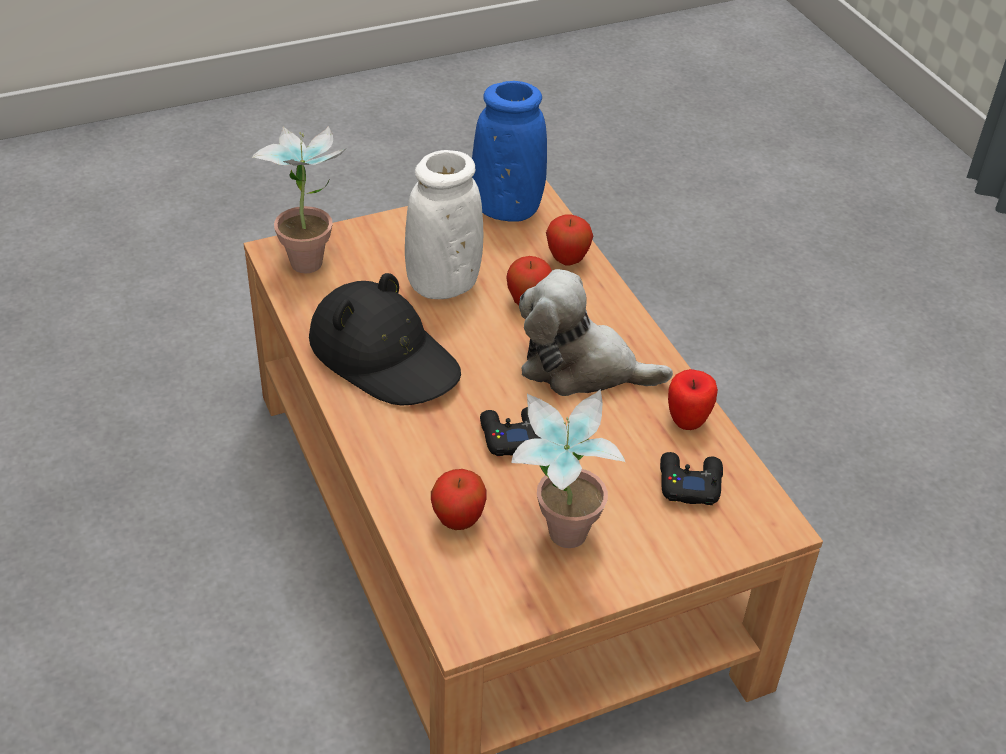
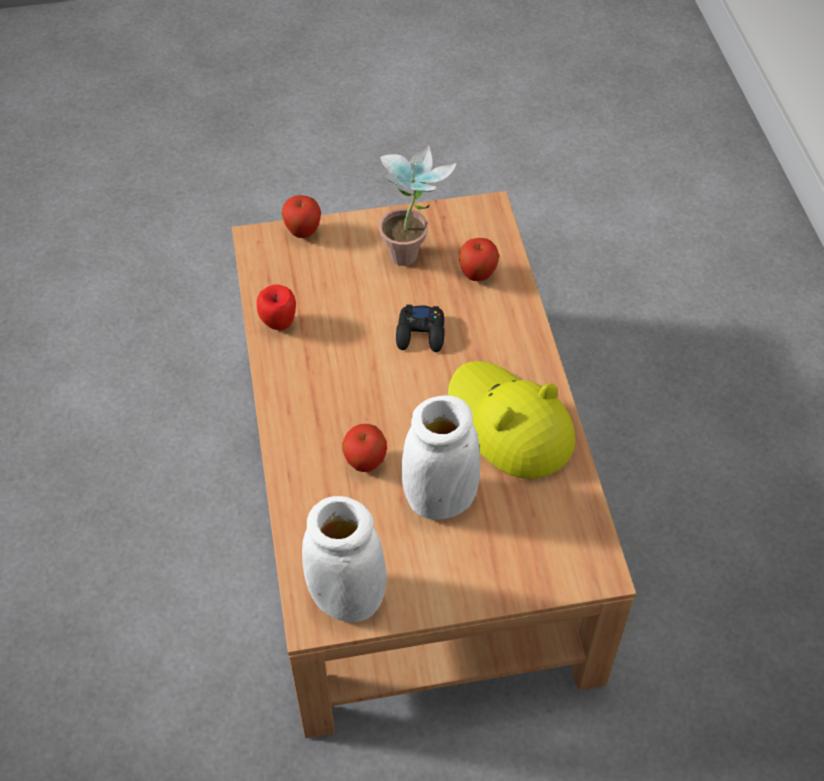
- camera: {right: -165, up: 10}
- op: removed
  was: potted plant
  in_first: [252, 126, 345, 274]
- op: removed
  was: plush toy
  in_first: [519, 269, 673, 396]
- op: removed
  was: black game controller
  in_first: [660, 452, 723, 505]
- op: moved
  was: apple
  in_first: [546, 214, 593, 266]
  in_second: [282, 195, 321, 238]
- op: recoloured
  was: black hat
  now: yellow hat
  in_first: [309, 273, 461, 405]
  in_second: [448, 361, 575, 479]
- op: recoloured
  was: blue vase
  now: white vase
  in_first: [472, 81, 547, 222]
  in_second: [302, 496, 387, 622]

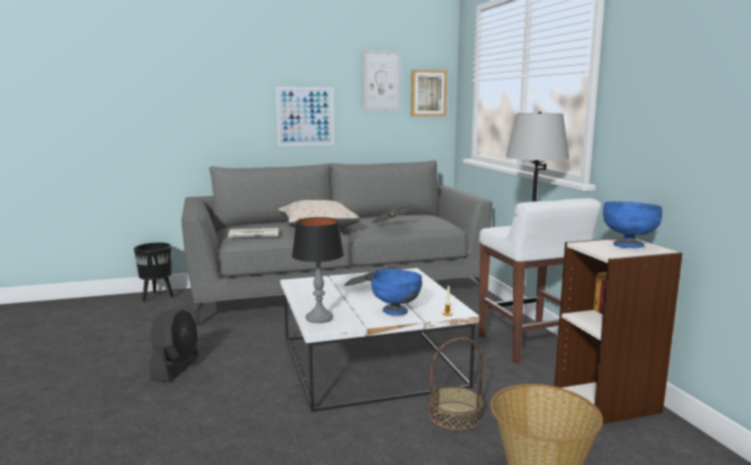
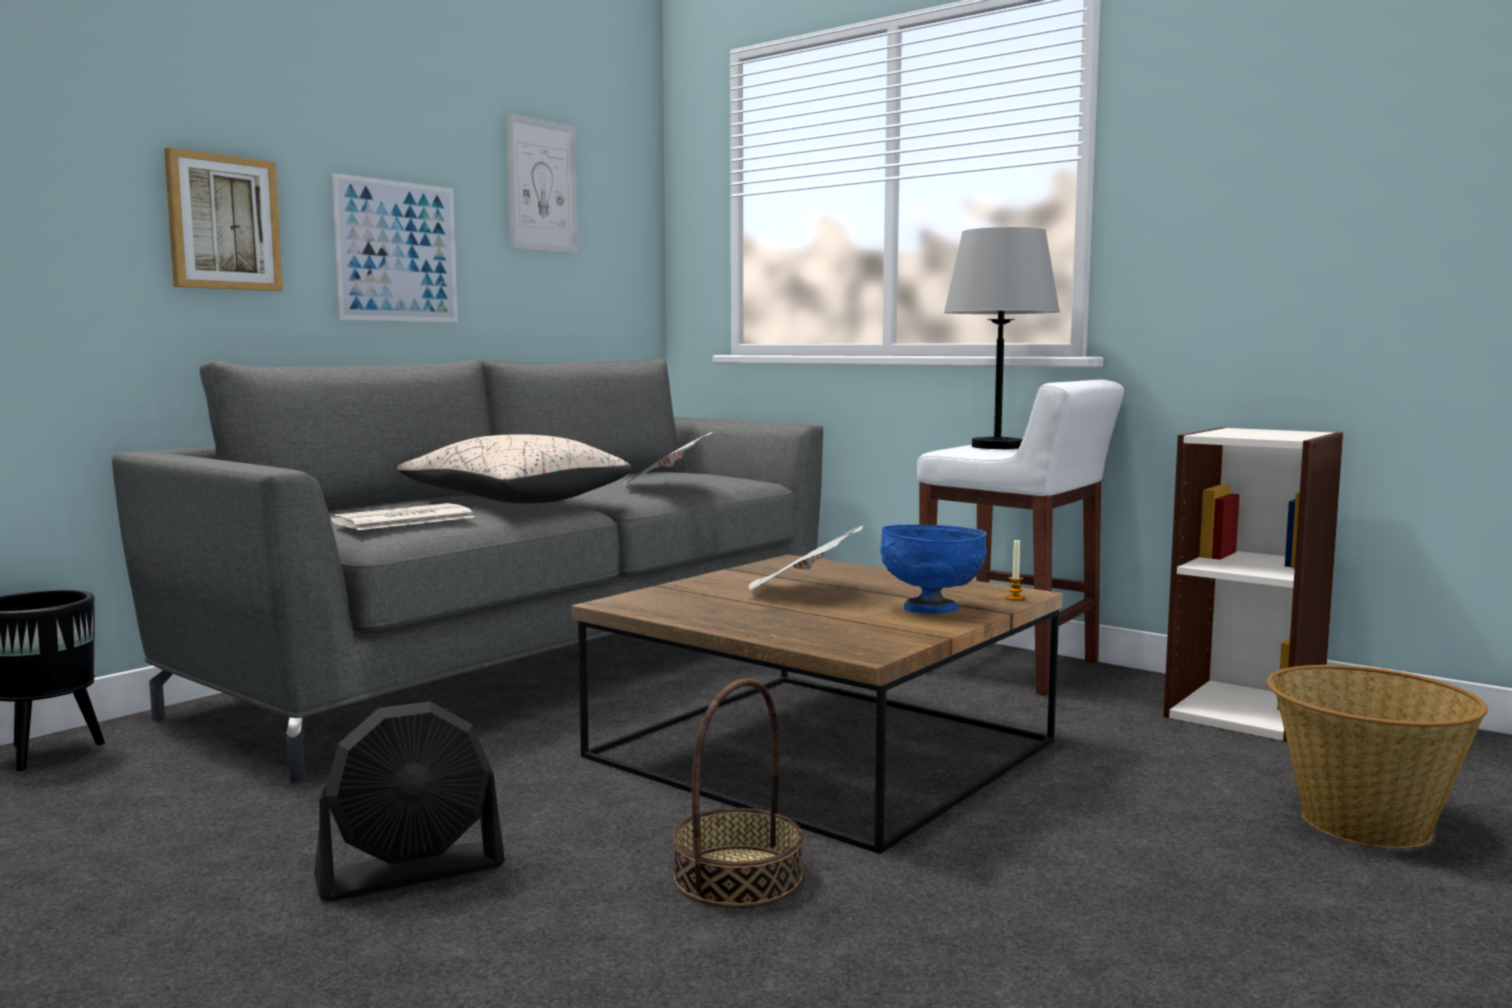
- camera: {right: -35, up: -5}
- op: removed
  was: table lamp
  in_first: [292, 217, 344, 323]
- op: removed
  was: blue bowl
  in_first: [603, 201, 663, 248]
- op: moved
  was: picture
  in_first: [411, 70, 447, 116]
  in_second: [164, 148, 283, 291]
- op: moved
  was: basket
  in_first: [429, 338, 483, 431]
  in_second: [673, 679, 803, 908]
- op: recoloured
  was: white coffee table
  now: brown coffee table
  in_first: [280, 268, 479, 412]
  in_second: [572, 554, 1063, 854]
- op: turned
  was: black fan
  in_first: [150, 307, 198, 382]
  in_second: [314, 701, 505, 902]
  clockwise: 90

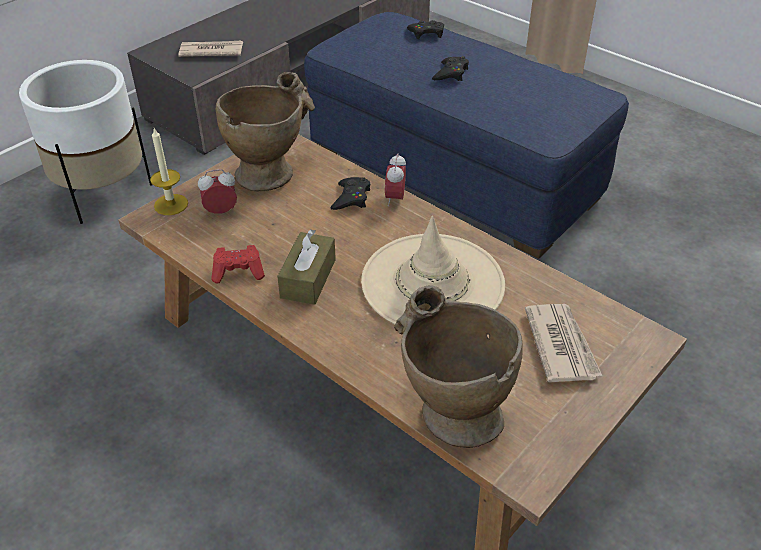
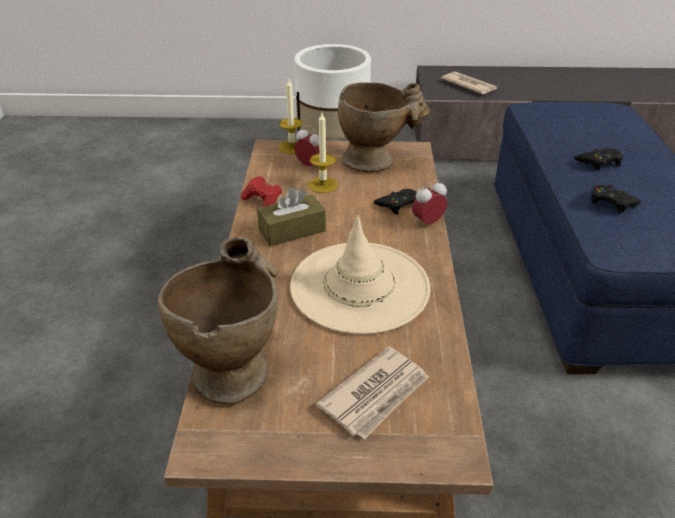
- camera: {right: 50, up: -5}
- op: added
  now: candle
  in_second: [308, 113, 338, 193]
- op: moved
  was: black game controller
  in_first: [407, 20, 444, 40]
  in_second: [591, 185, 641, 214]

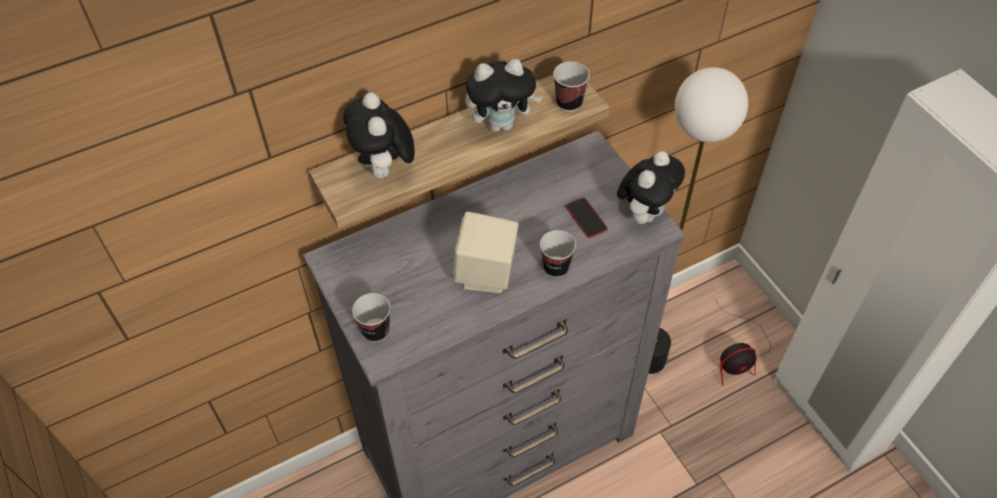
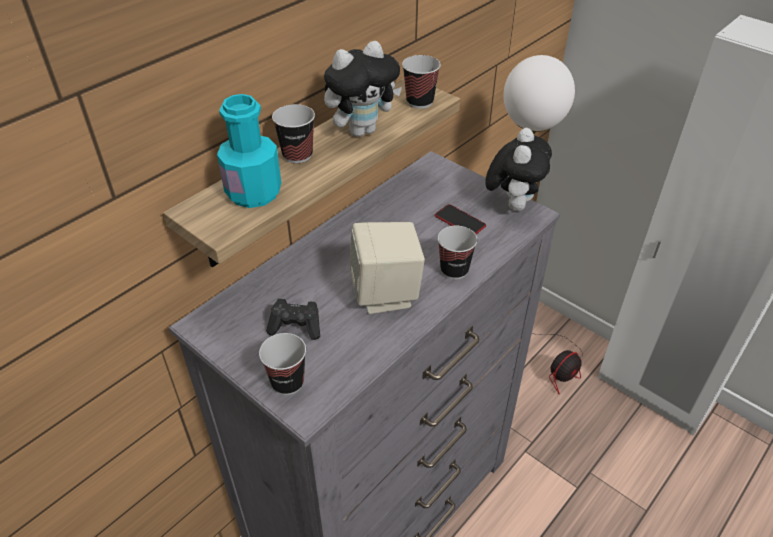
- camera: {right: -20, up: -10}
- op: added
  now: black game controller
  in_second: [266, 299, 320, 340]
- op: added
  now: cup
  in_second: [272, 104, 315, 163]
- op: replaced
  was: plush toy
  now: turquoise bottle
  in_first: [343, 93, 415, 181]
  in_second: [217, 94, 281, 208]

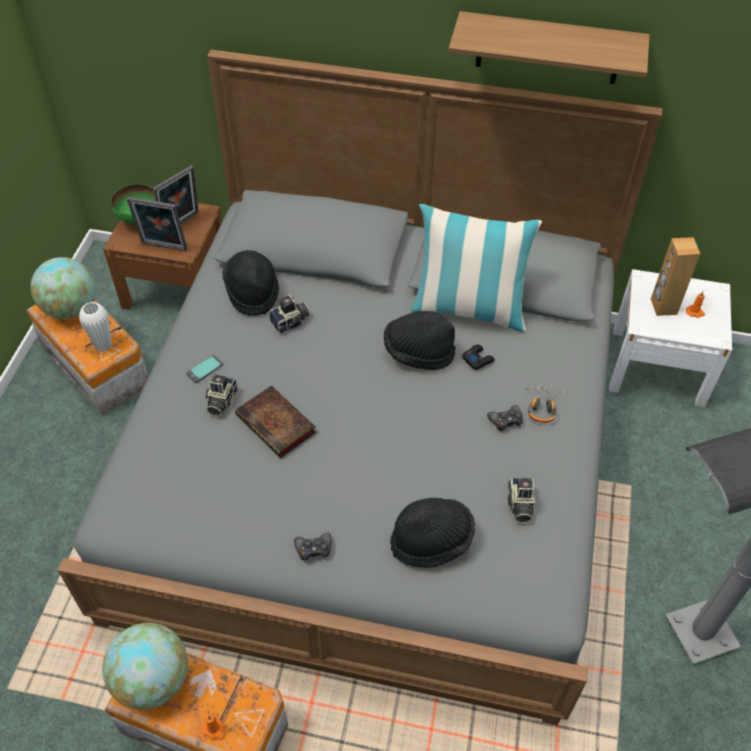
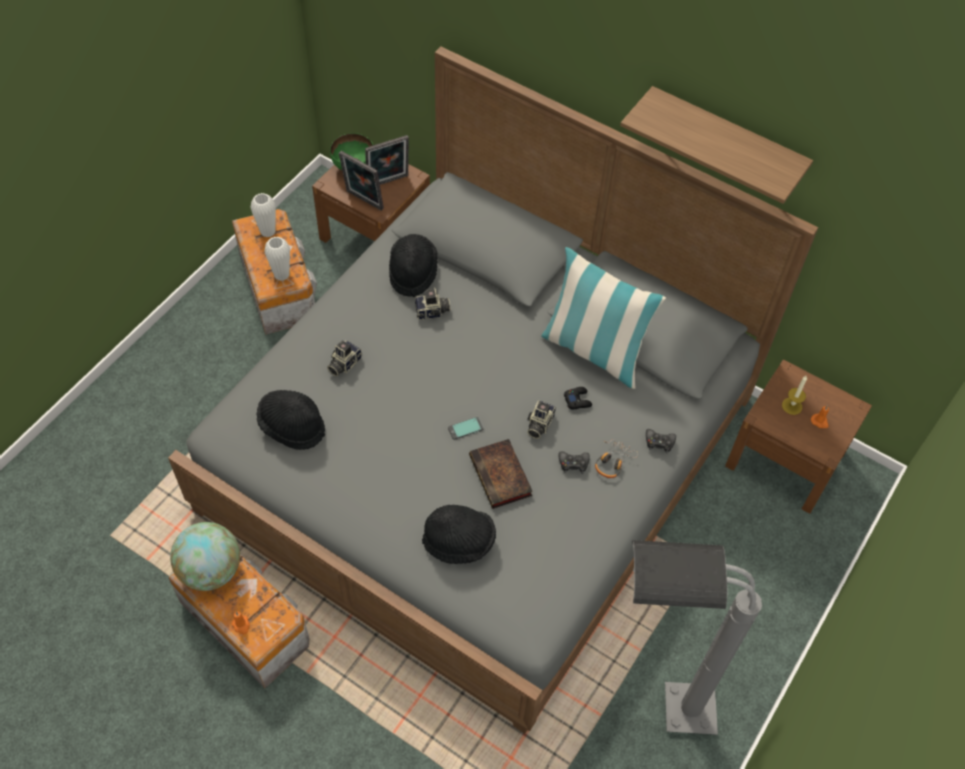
- camera: {right: 20, up: 5}
- op: moved
  was: phone
  in_first: [186, 355, 223, 383]
  in_second: [448, 417, 483, 440]
- op: moved
  was: book
  in_first: [235, 385, 316, 458]
  in_second: [469, 439, 533, 509]
- op: moved
  was: black game controller
  in_first: [294, 533, 332, 563]
  in_second: [646, 429, 676, 453]
- op: moved
  was: black hat
  in_first: [384, 311, 456, 370]
  in_second: [256, 390, 325, 450]
- op: moved
  was: photo camera
  in_first: [508, 478, 535, 523]
  in_second: [527, 400, 556, 439]
- op: replaced
  was: globe
  now: white vase
  in_first: [31, 257, 95, 319]
  in_second: [251, 193, 276, 237]
- op: replaced
  was: brown speaker
  now: candle
  in_first: [651, 237, 700, 316]
  in_second: [782, 376, 807, 415]
- op: recoloured
  was: white nightstand
  now: brown nightstand
  in_first: [609, 269, 732, 407]
  in_second: [725, 359, 872, 514]

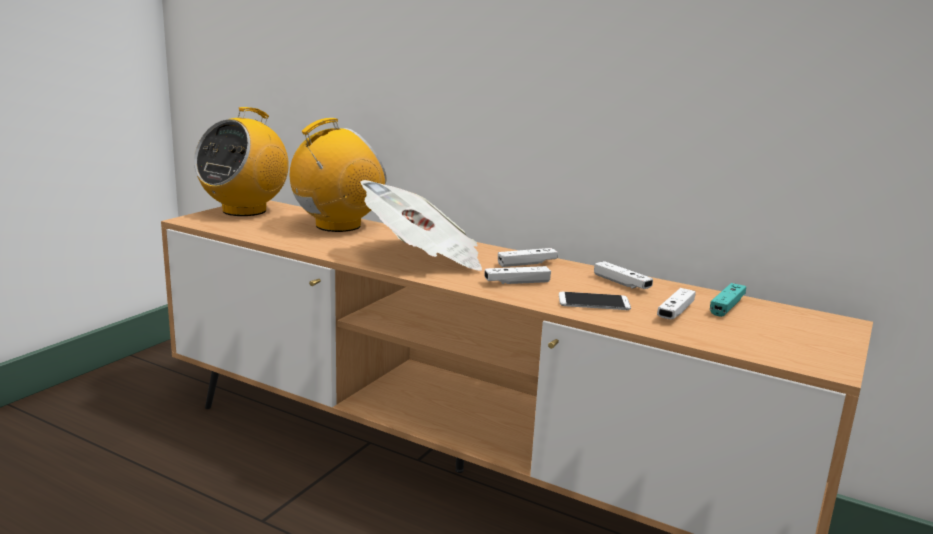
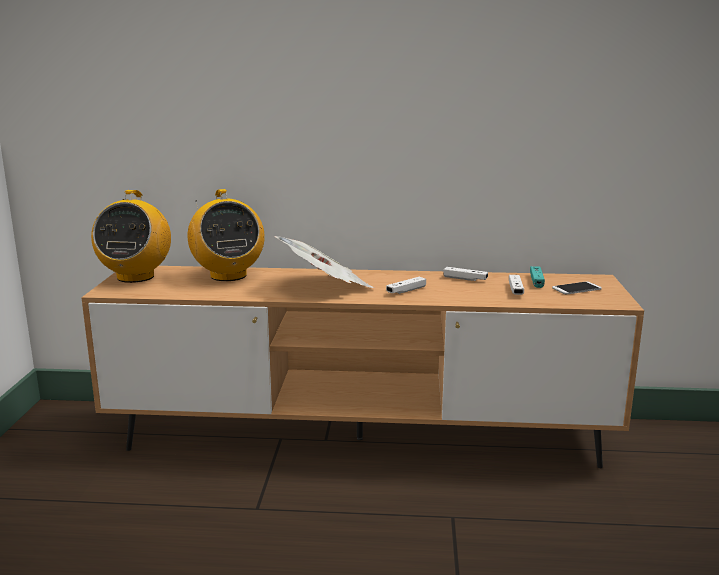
- camera: {right: -25, up: 0}
- op: removed
  was: white game controller
  in_first: [498, 248, 558, 267]
- op: moved
  was: phone
  in_first: [559, 292, 631, 310]
  in_second: [552, 281, 602, 294]
- op: turned
  was: radio
  in_first: [290, 118, 386, 232]
  in_second: [188, 189, 265, 281]
  clockwise: 135

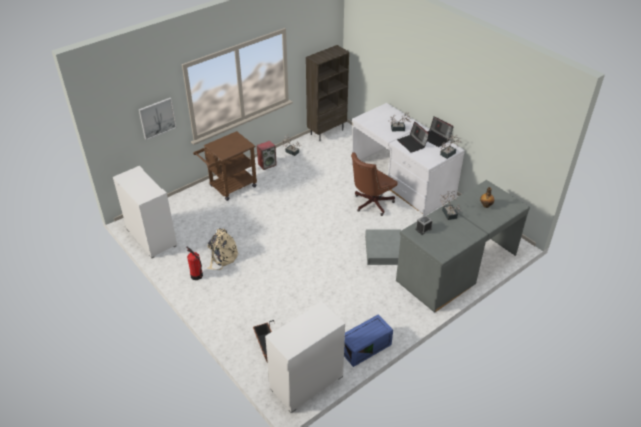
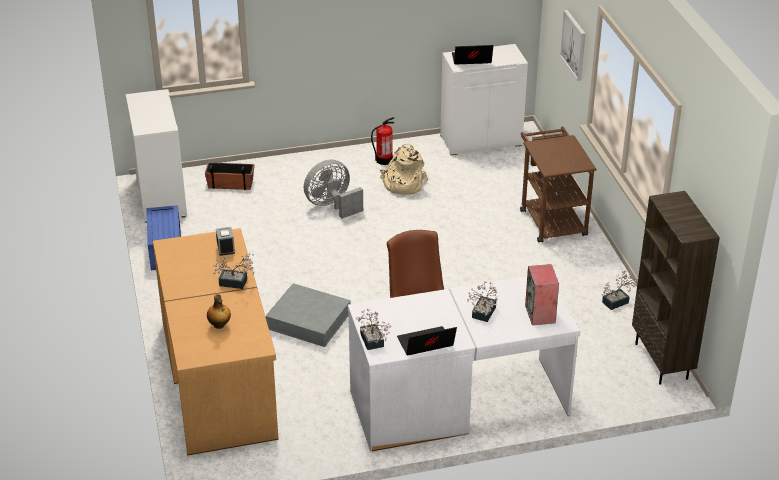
- camera: {right: 115, up: -5}
- op: added
  now: grey fan
  in_second: [304, 159, 363, 219]
- op: moved
  was: speaker
  in_first: [257, 140, 277, 170]
  in_second: [525, 264, 559, 325]
- op: moved
  was: laptop
  in_first: [397, 121, 429, 153]
  in_second: [452, 45, 493, 65]
- op: recoloured
  was: grey desk
  now: brown desk
  in_first: [396, 180, 530, 313]
  in_second: [153, 228, 279, 455]

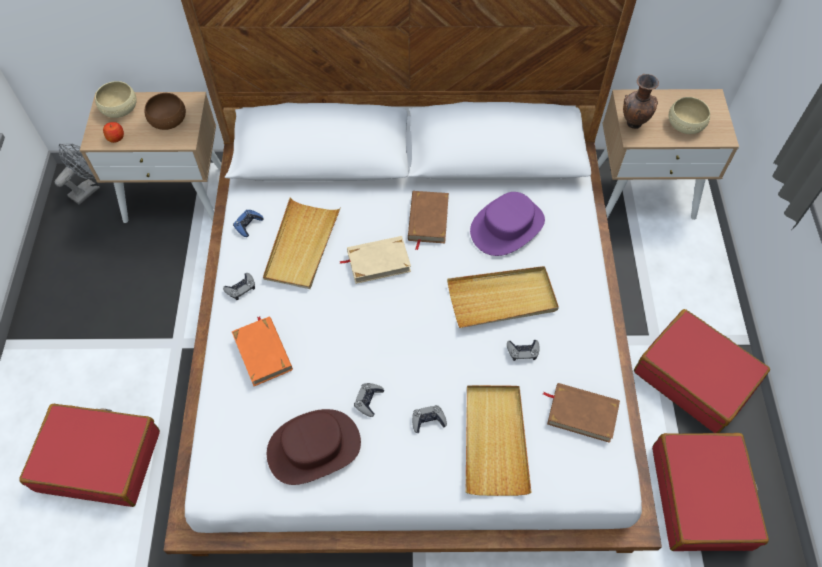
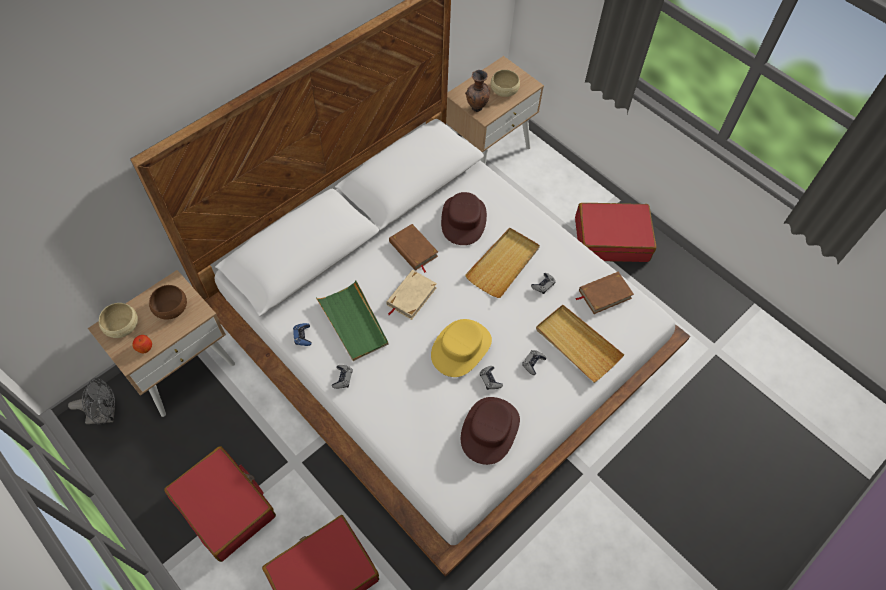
- camera: {right: -45, up: 0}
- op: removed
  was: orange book
  in_first: [232, 317, 293, 386]
- op: added
  now: yellow hat
  in_second: [431, 319, 492, 377]
- op: moved
  was: red suitcase
  in_first: [652, 433, 769, 551]
  in_second: [164, 446, 276, 562]
- op: recoloured
  was: beige tray
  now: green tray
  in_first: [263, 197, 341, 289]
  in_second: [316, 280, 389, 361]
- op: recoloured
  was: purple hat
  now: brown hat
  in_first: [470, 192, 545, 256]
  in_second: [441, 192, 487, 245]
- op: turned
  was: grey fan
  in_first: [55, 144, 100, 205]
  in_second: [68, 378, 115, 425]
  clockwise: 90

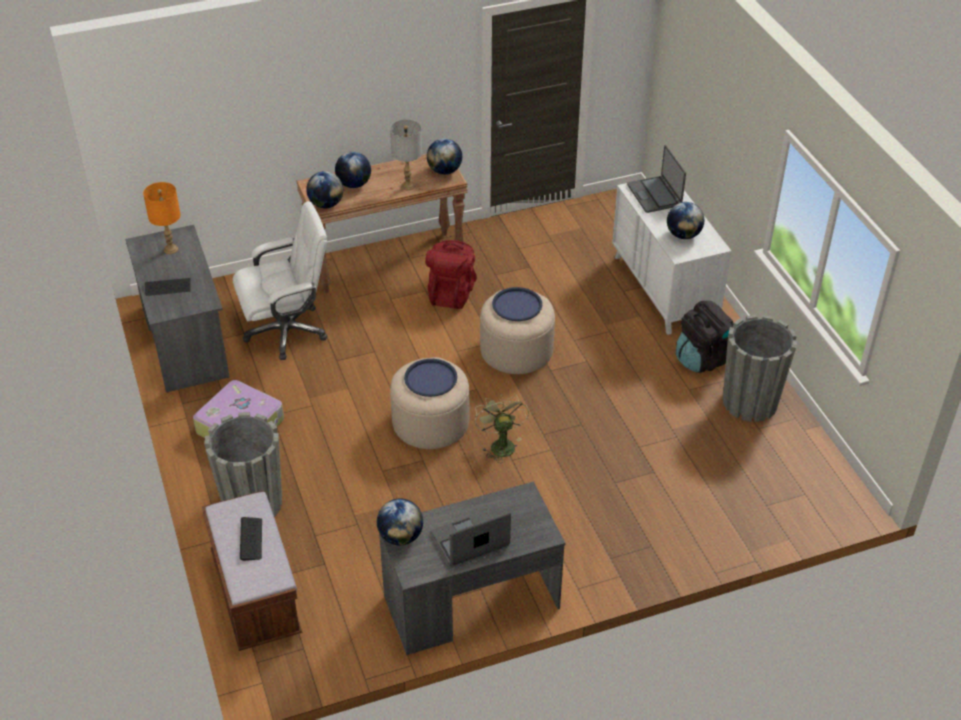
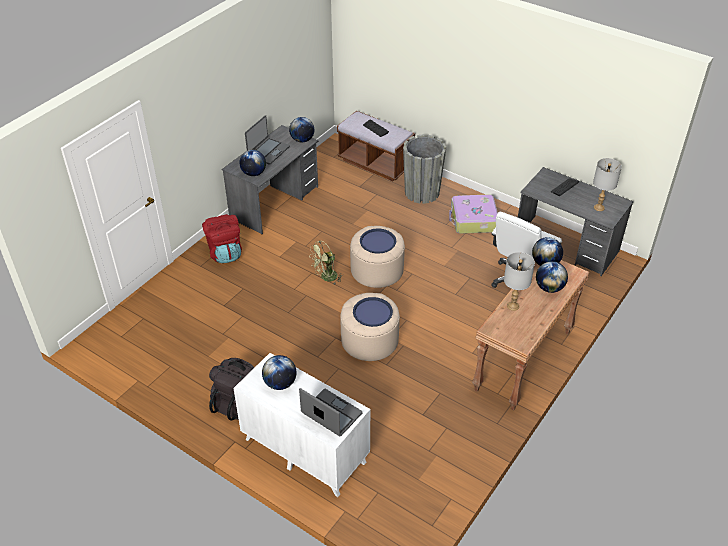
- camera: {right: 145, up: 0}
- op: removed
  was: grey planter
  in_first: [723, 315, 797, 422]
- op: moved
  was: red backpack
  in_first: [425, 240, 477, 309]
  in_second: [202, 214, 242, 263]
- op: moved
  was: globe
  in_first: [427, 138, 462, 175]
  in_second: [239, 150, 266, 176]
- op: recoloured
  was: orange table lamp
  now: grey table lamp
  in_first: [143, 182, 181, 254]
  in_second: [593, 158, 622, 211]
- op: turned
  was: green fan
  in_first: [475, 394, 529, 463]
  in_second: [309, 241, 343, 285]
  clockwise: 105

